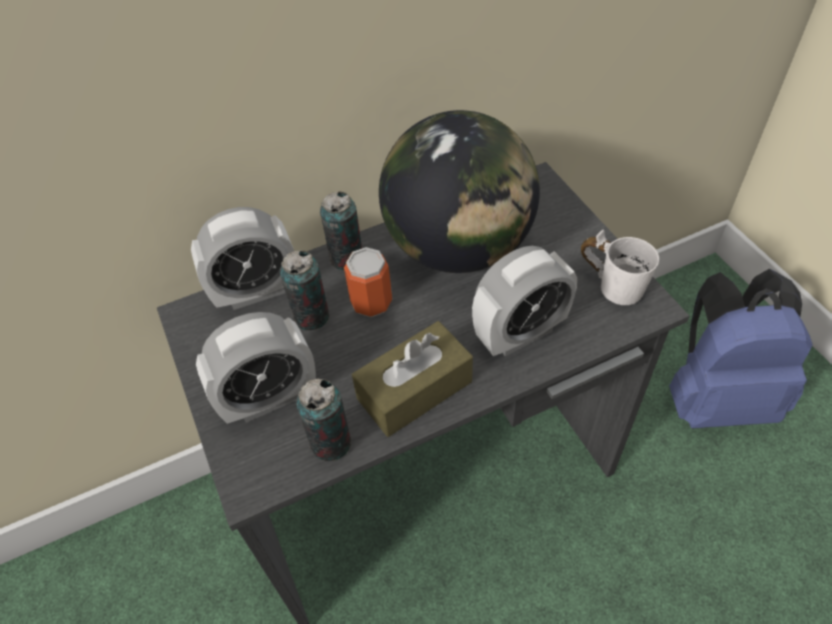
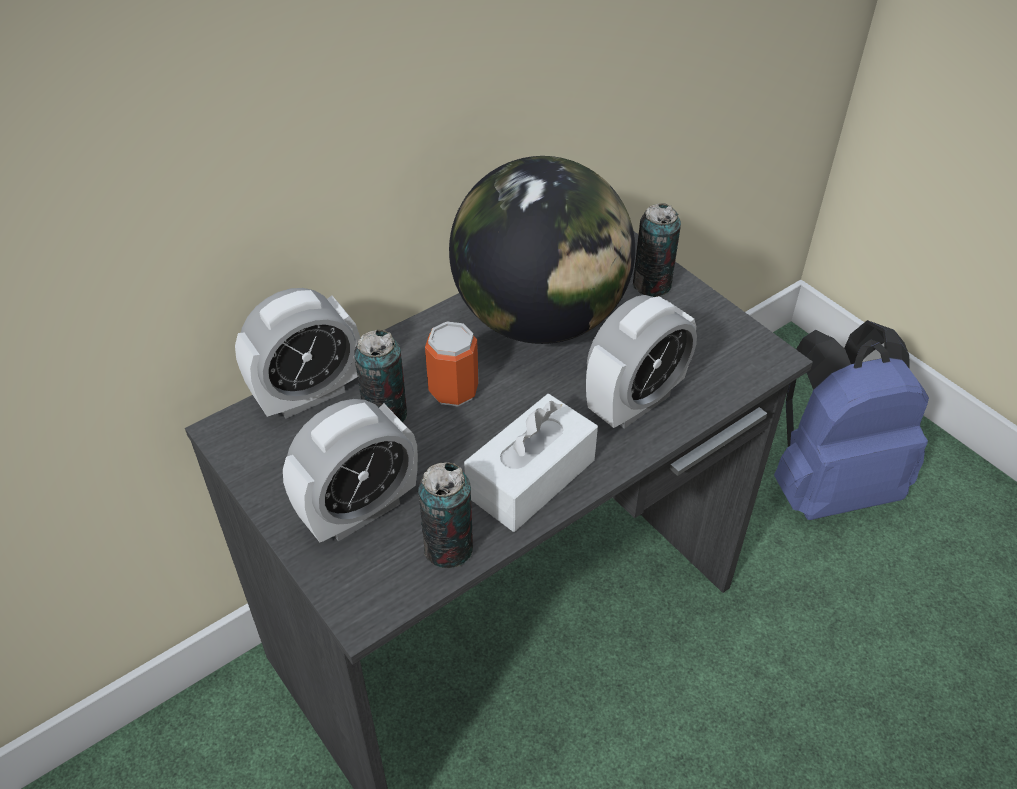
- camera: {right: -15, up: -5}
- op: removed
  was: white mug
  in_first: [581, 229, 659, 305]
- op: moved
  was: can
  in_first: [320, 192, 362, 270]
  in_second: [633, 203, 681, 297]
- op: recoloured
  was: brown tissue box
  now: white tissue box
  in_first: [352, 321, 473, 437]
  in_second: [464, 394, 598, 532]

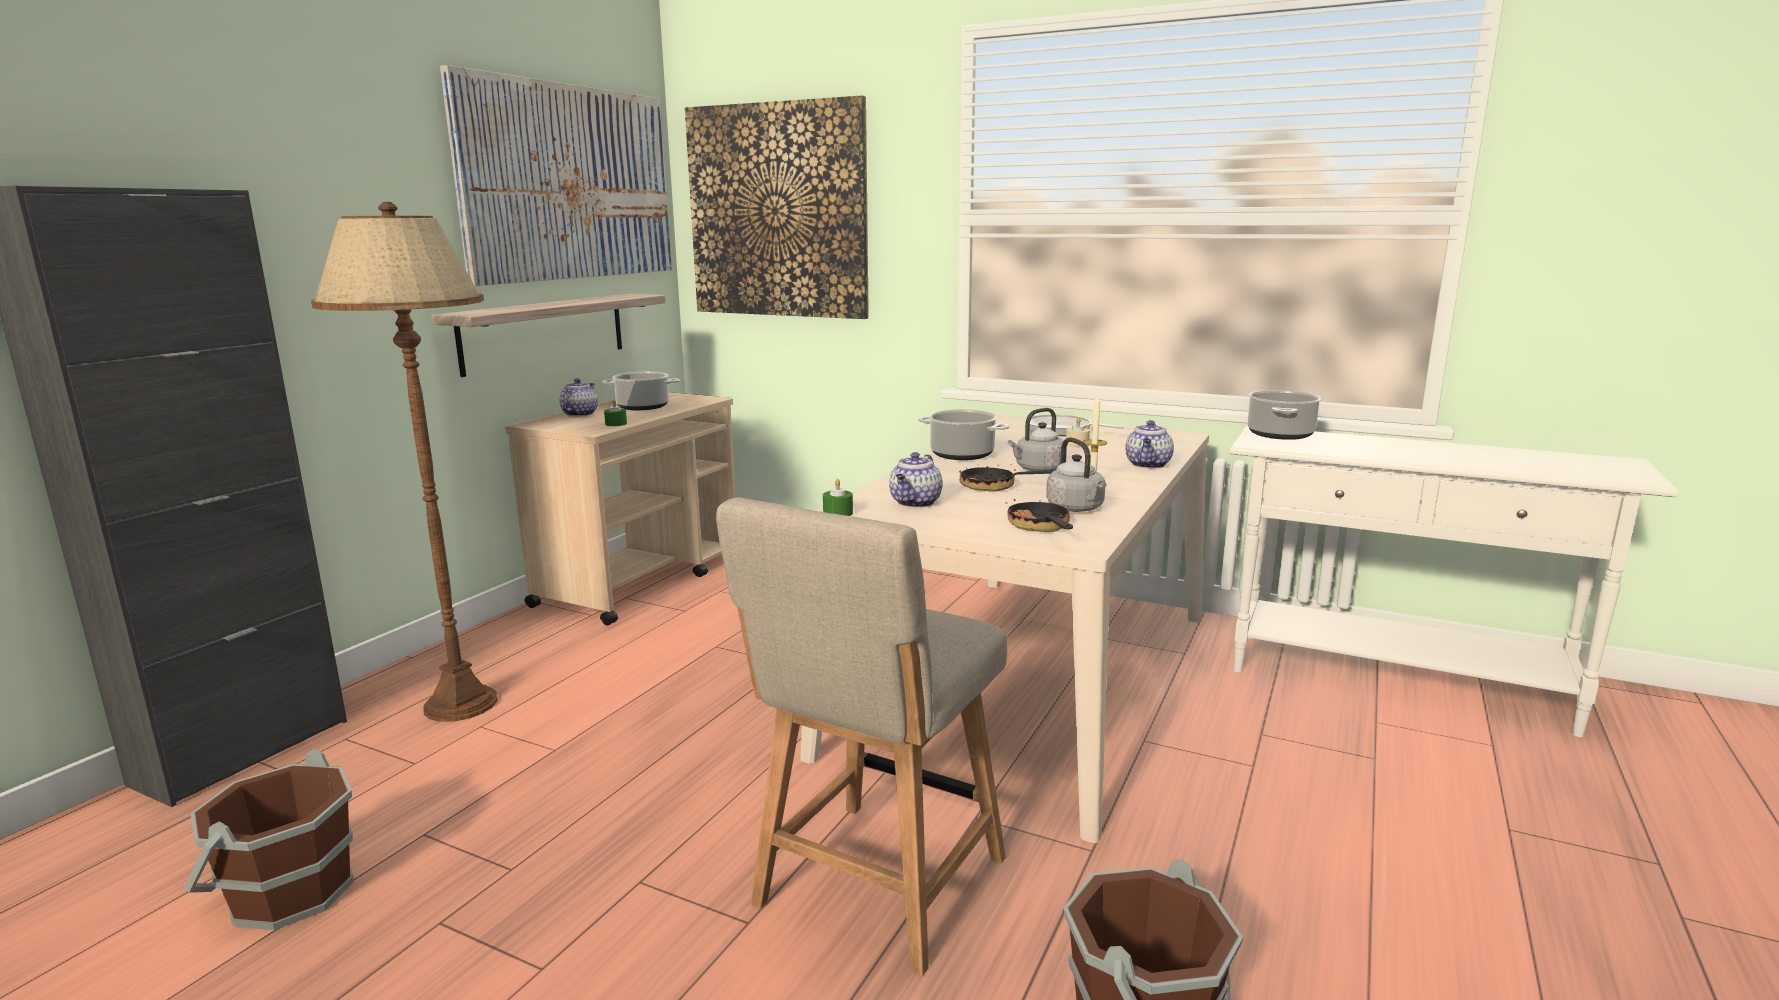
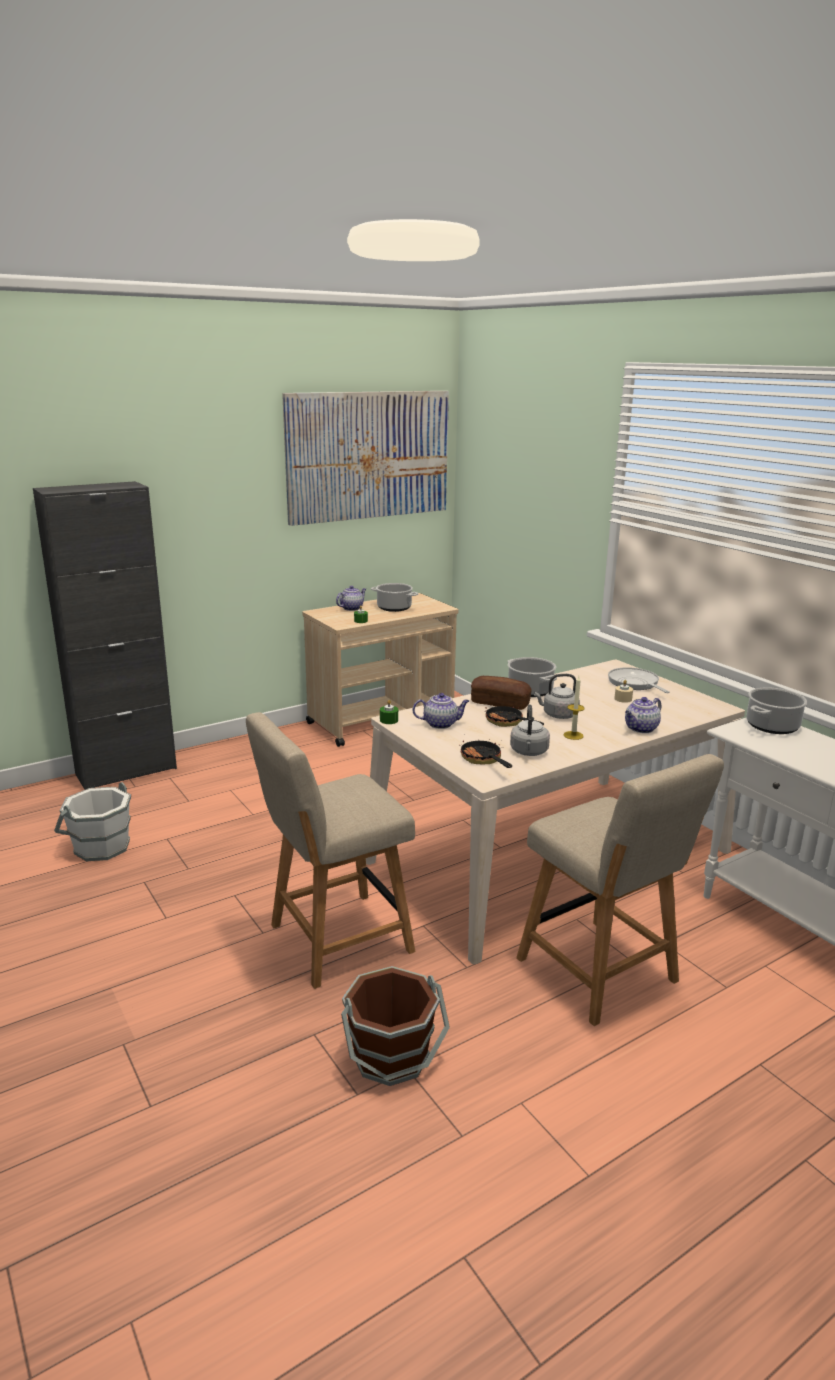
- camera: {right: 30, up: 5}
- op: removed
  was: brown floor lamp
  in_first: [311, 202, 498, 722]
- op: removed
  was: shelf
  in_first: [431, 294, 665, 377]
- op: removed
  was: picture
  in_first: [685, 95, 869, 319]
- op: added
  now: bread
  in_second: [471, 676, 532, 710]
- op: added
  now: beige chair
  in_second: [516, 754, 724, 1026]
- op: recoloured
  was: brown bucket
  now: white bucket
  in_first: [183, 748, 353, 930]
  in_second: [54, 782, 131, 861]
- op: turned
  was: teapot
  in_first: [889, 452, 943, 508]
  in_second: [413, 693, 469, 729]
  clockwise: -150
- op: turned
  was: frying pan
  in_first: [1006, 498, 1073, 532]
  in_second: [461, 739, 512, 768]
  clockwise: -45

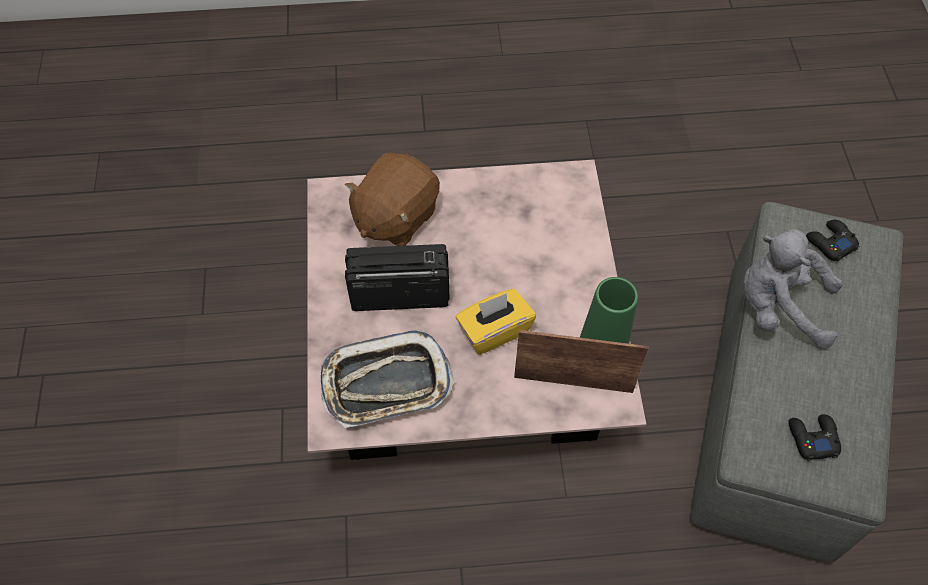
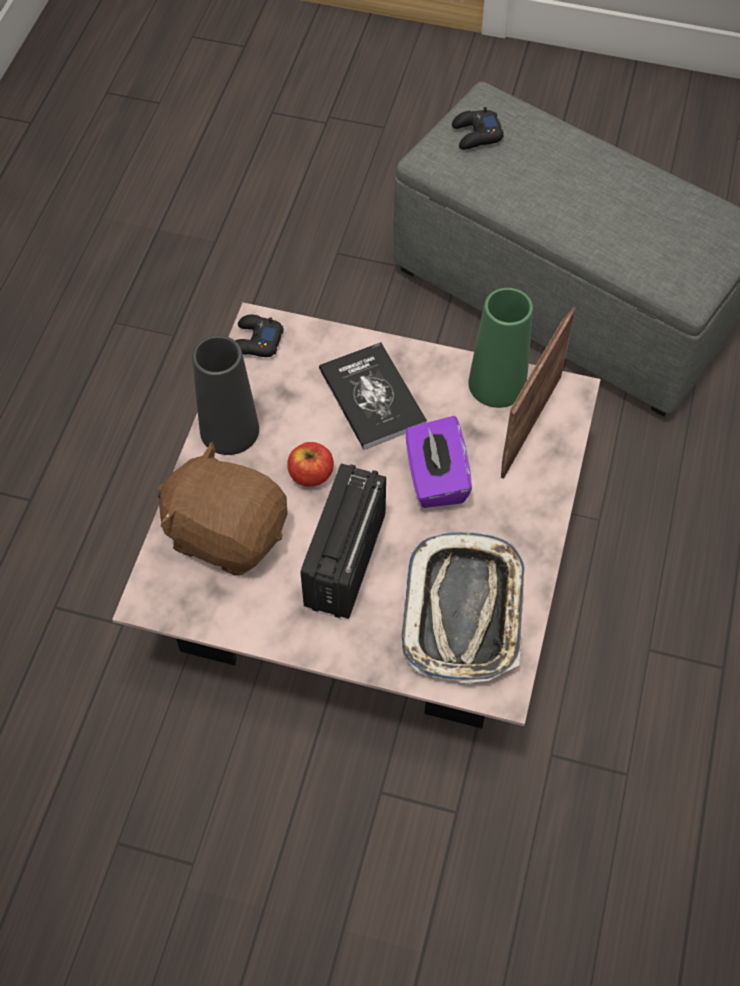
- camera: {right: -70, up: 0}
- op: removed
  was: grey plush toy
  in_first: [744, 229, 843, 349]
- op: added
  now: black vase
  in_second: [192, 335, 259, 455]
- op: added
  now: apple
  in_second: [287, 442, 334, 487]
- op: added
  now: book
  in_second: [319, 342, 427, 450]
- op: moved
  was: black game controller
  in_first: [788, 414, 841, 461]
  in_second: [235, 315, 284, 357]
- op: recoloured
  was: yellow tissue box
  now: purple tissue box
  in_first: [456, 289, 536, 355]
  in_second: [406, 416, 472, 508]
- op: turned
  was: brown plush toy
  in_first: [345, 152, 440, 246]
  in_second: [158, 442, 288, 576]
  clockwise: 150

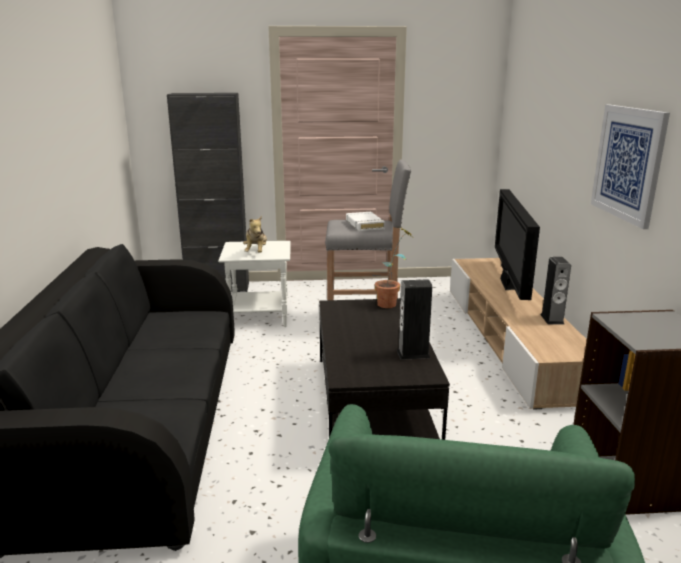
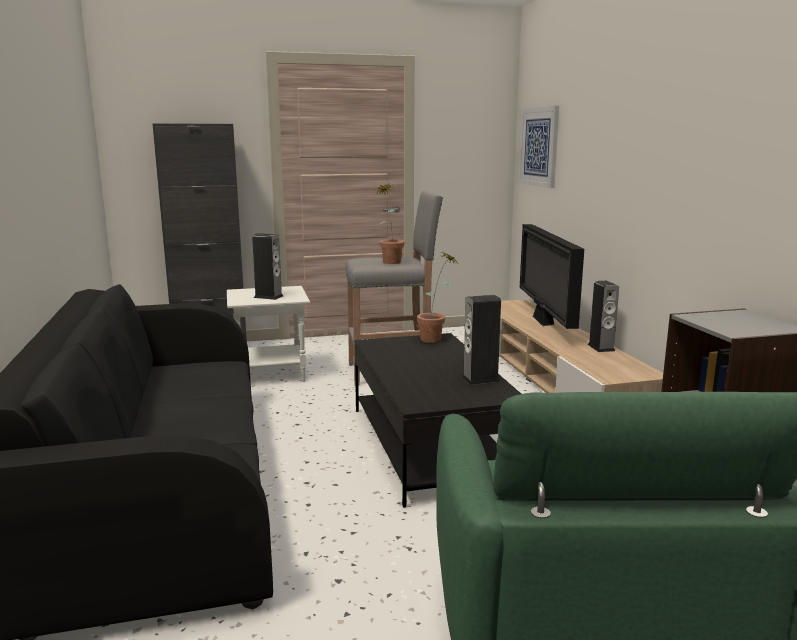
- camera: {right: -10, up: -5}
- op: moved
  was: picture
  in_first: [591, 105, 670, 229]
  in_second: [518, 106, 559, 188]
- op: replaced
  was: plush toy
  now: speaker
  in_first: [243, 216, 267, 253]
  in_second: [252, 233, 283, 300]
- op: replaced
  was: white book
  now: potted plant
  in_first: [346, 212, 385, 231]
  in_second: [374, 183, 405, 264]

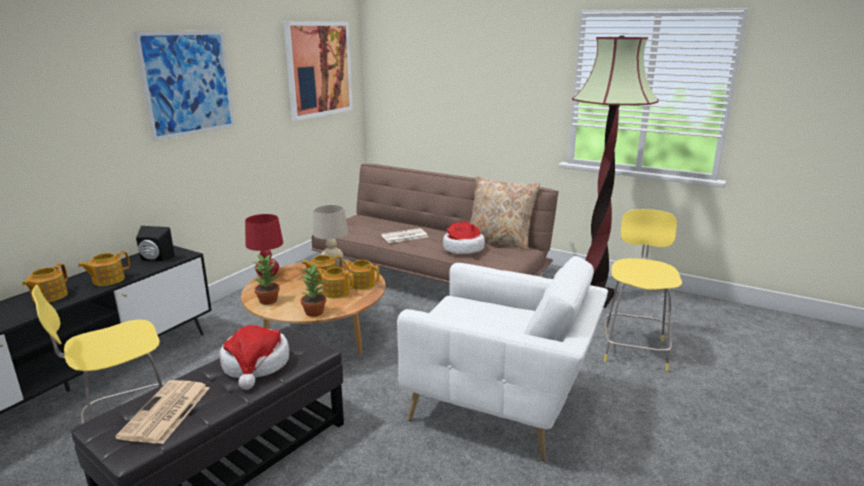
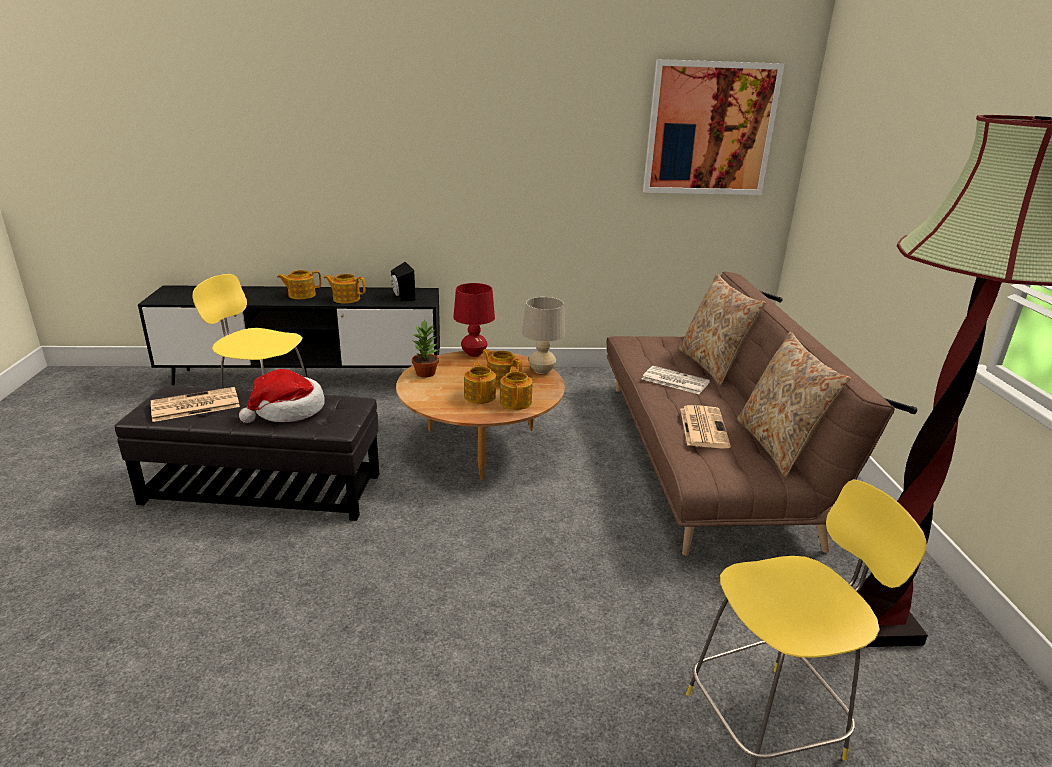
- camera: {right: 55, up: 5}
- op: removed
  was: picture
  in_first: [134, 31, 235, 141]
- op: removed
  was: potted plant
  in_first: [301, 262, 326, 317]
- op: removed
  was: white armchair
  in_first: [397, 256, 608, 461]
- op: added
  now: beige pillow
  in_second: [678, 274, 766, 386]
- op: replaced
  was: hat
  now: newspaper
  in_first: [443, 222, 485, 254]
  in_second: [680, 405, 731, 449]

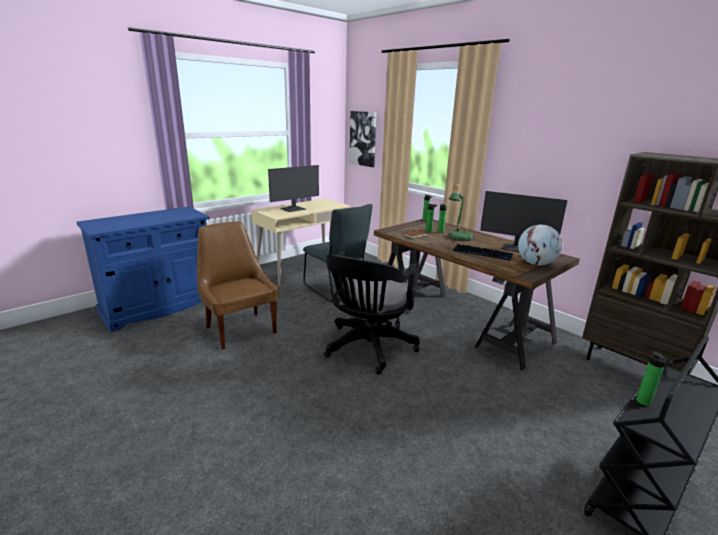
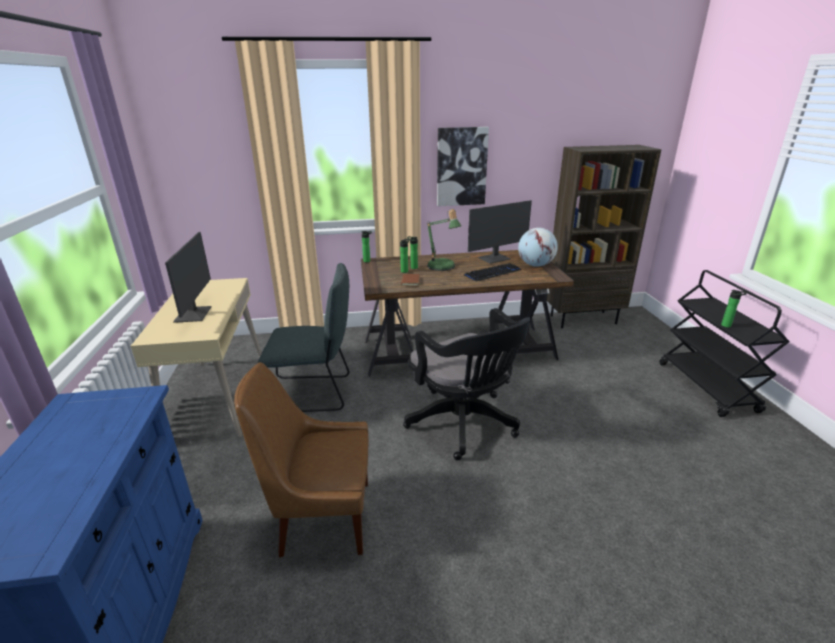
- camera: {right: -55, up: 5}
- op: moved
  was: picture
  in_first: [349, 111, 377, 167]
  in_second: [437, 127, 489, 206]

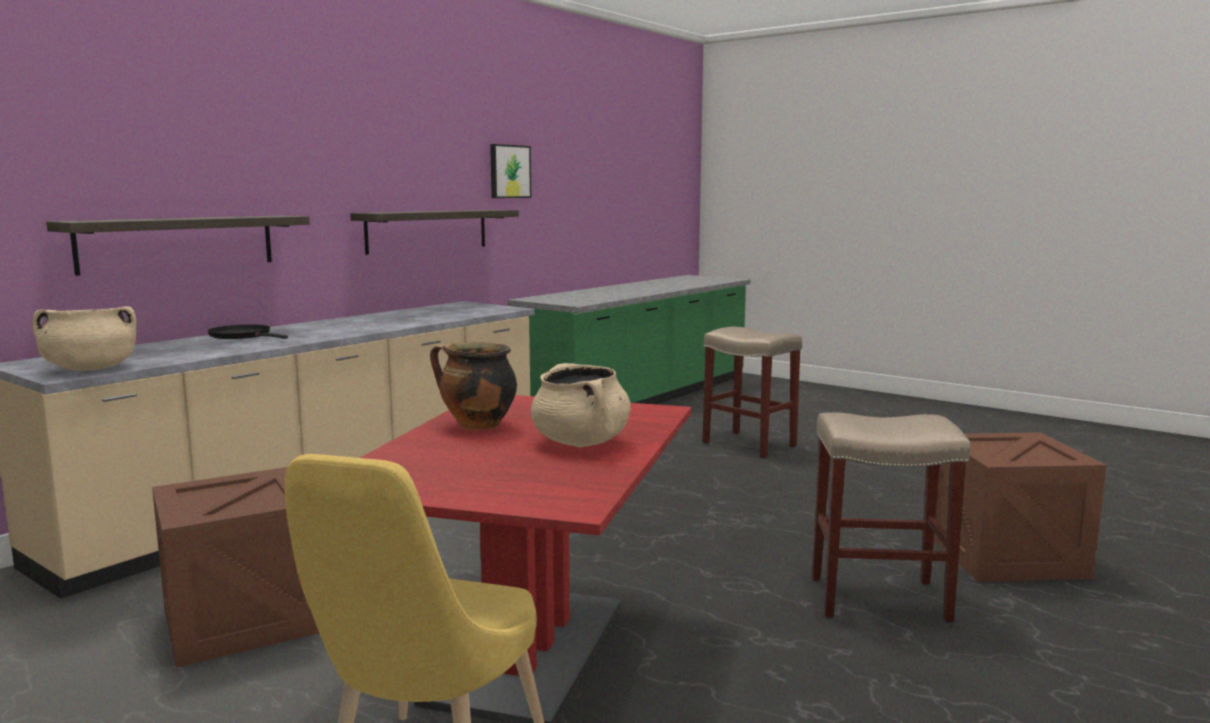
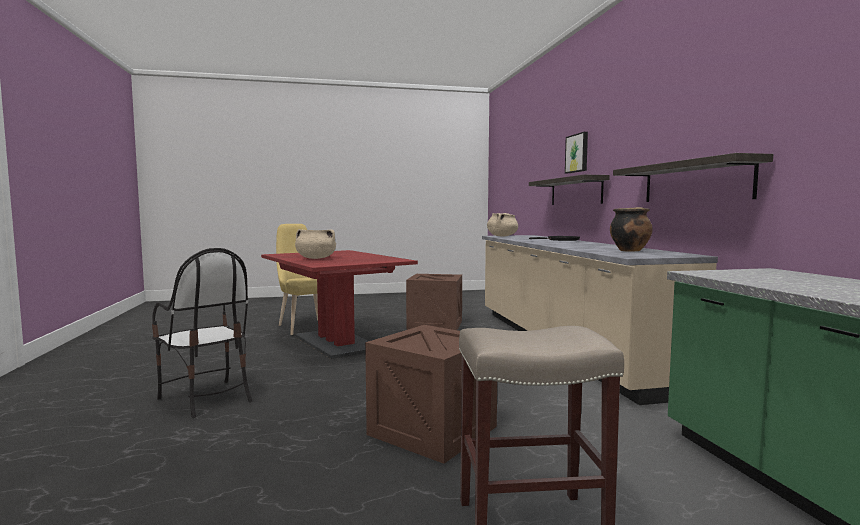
- camera: {right: 130, up: -5}
- op: moved
  was: cooking pot
  in_first: [430, 343, 517, 430]
  in_second: [610, 207, 653, 251]
- op: moved
  was: picture
  in_first: [490, 144, 531, 198]
  in_second: [565, 132, 588, 173]
- op: moved
  was: crate
  in_first: [934, 432, 1106, 582]
  in_second: [365, 325, 497, 464]
- op: replaced
  was: beige stool
  now: chair
  in_first: [812, 412, 970, 622]
  in_second: [152, 248, 252, 418]

